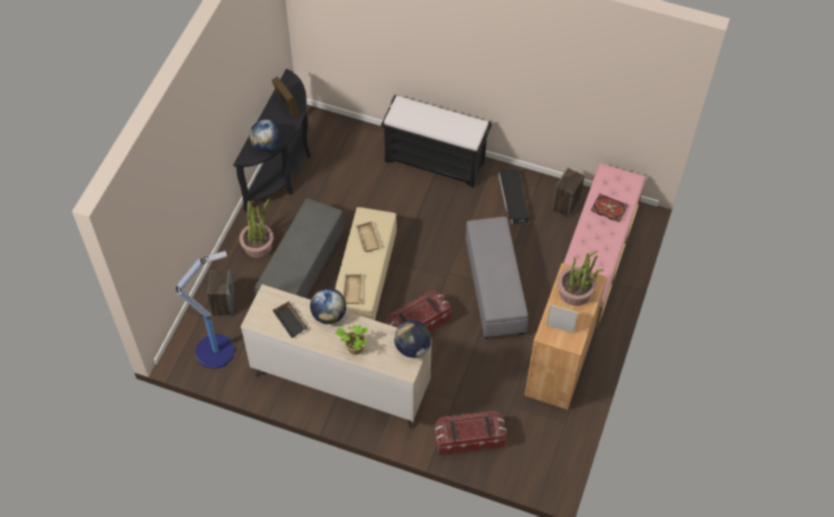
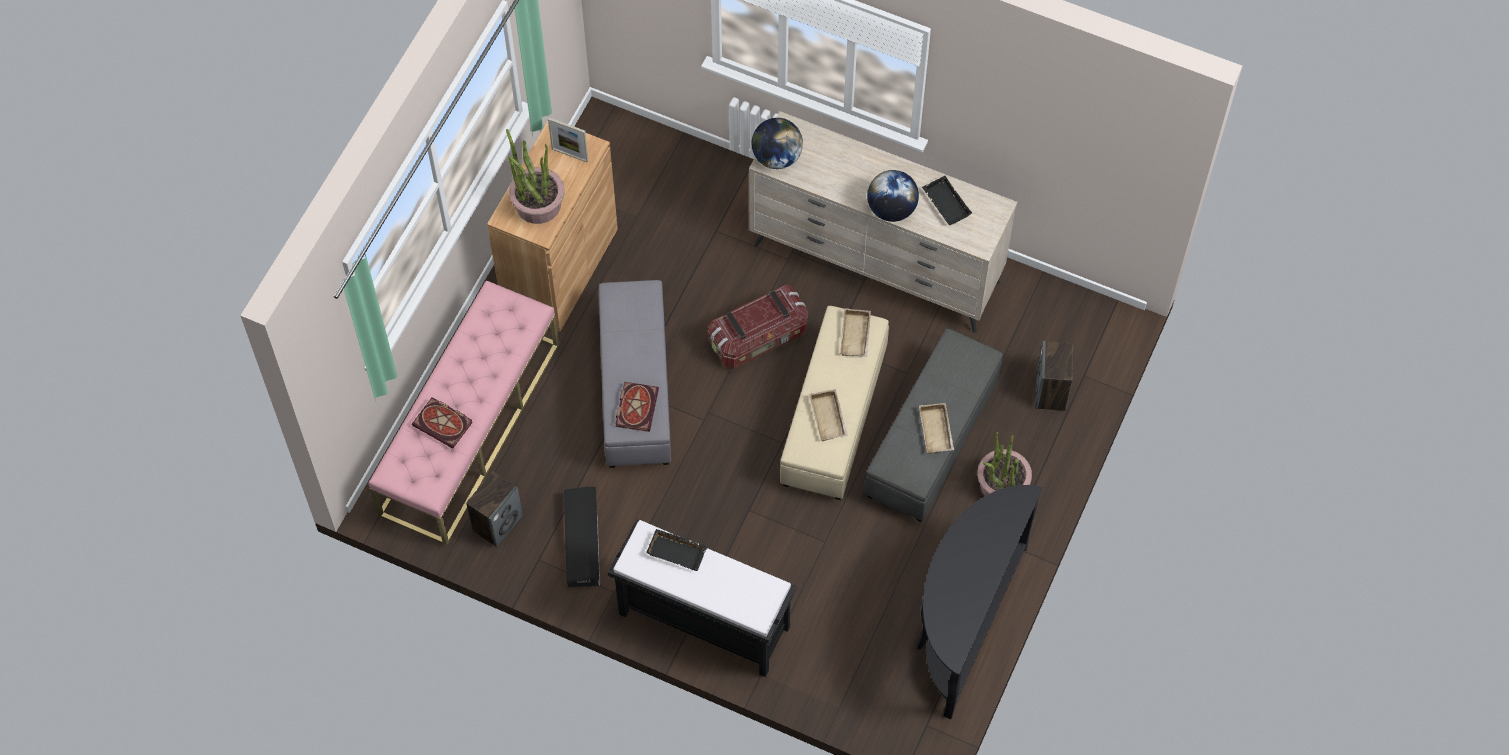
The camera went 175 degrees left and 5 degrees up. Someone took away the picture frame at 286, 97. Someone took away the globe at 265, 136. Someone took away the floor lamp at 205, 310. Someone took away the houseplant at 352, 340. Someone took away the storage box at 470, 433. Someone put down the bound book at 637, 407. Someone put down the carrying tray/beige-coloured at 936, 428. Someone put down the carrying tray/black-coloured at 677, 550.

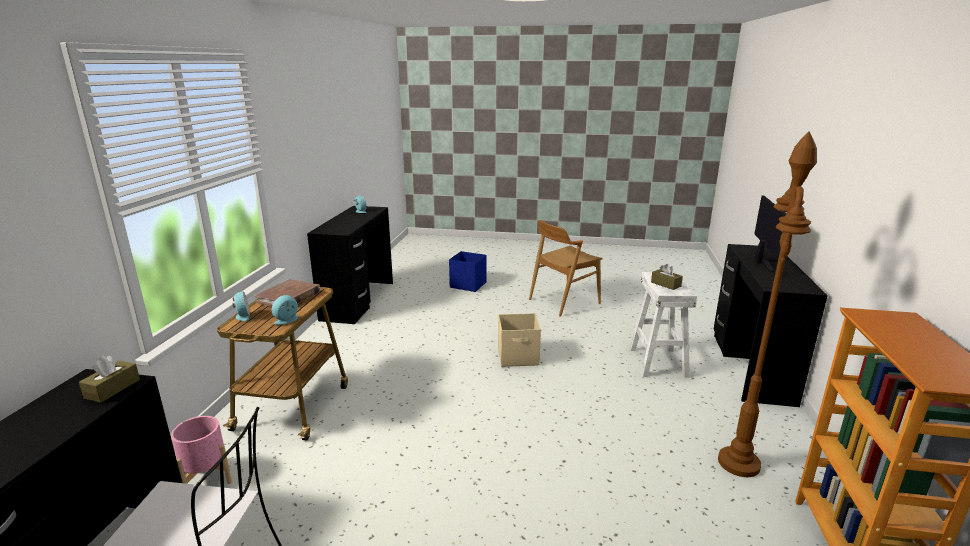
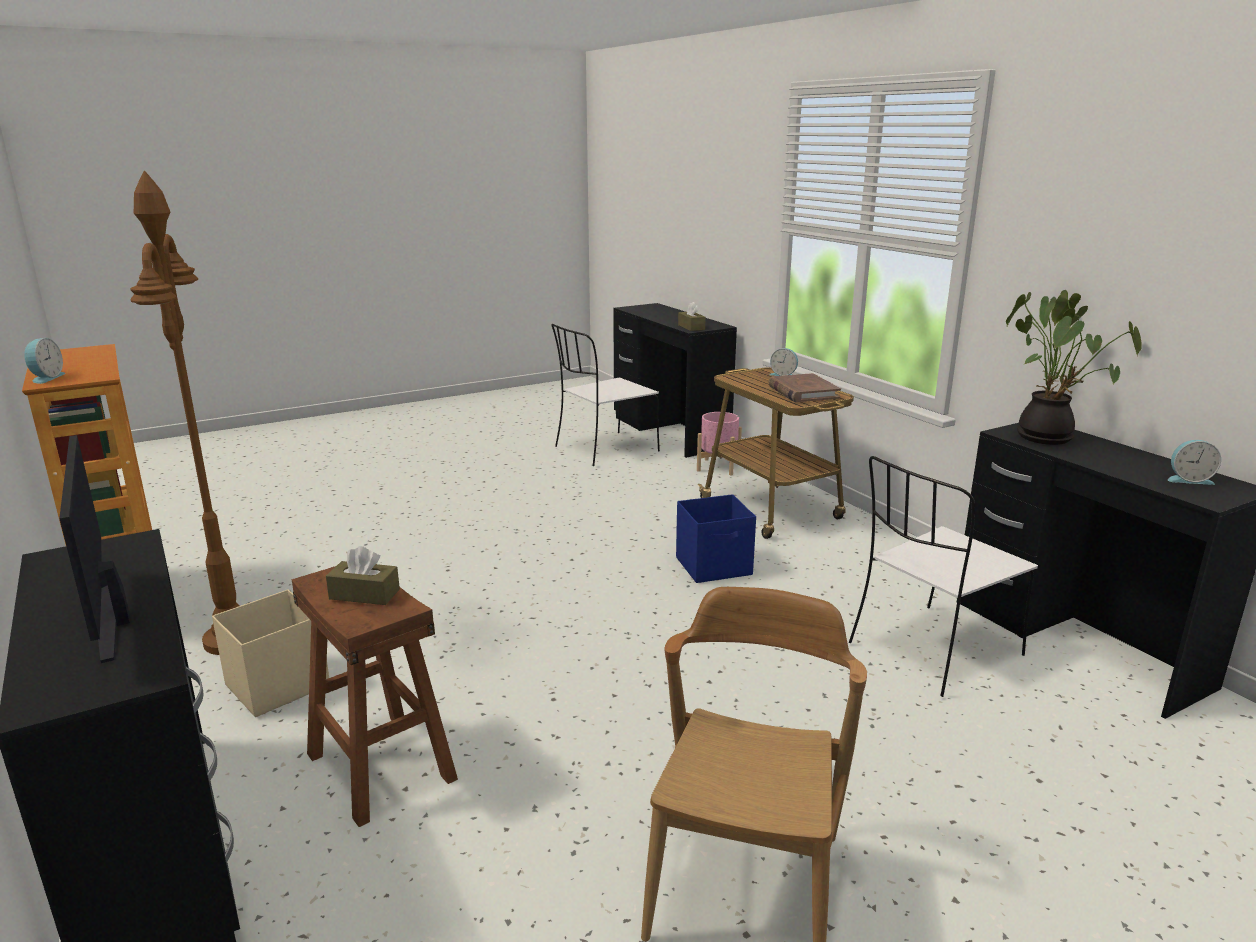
The camera went 140 degrees right and 0 degrees up. Someone carried the storage box/blue from 468, 271 to 716, 538. Someone repainted the stool/white-coloured at 663, 325, which became the stool/brown-coloured at 375, 696. Someone carried the table clock from 285, 310 to 45, 361. Someone carried the storage box/beige-coloured from 519, 340 to 270, 653. Someone put down the houseplant at 1074, 367. Someone put down the chair/white-coloured at 943, 576.

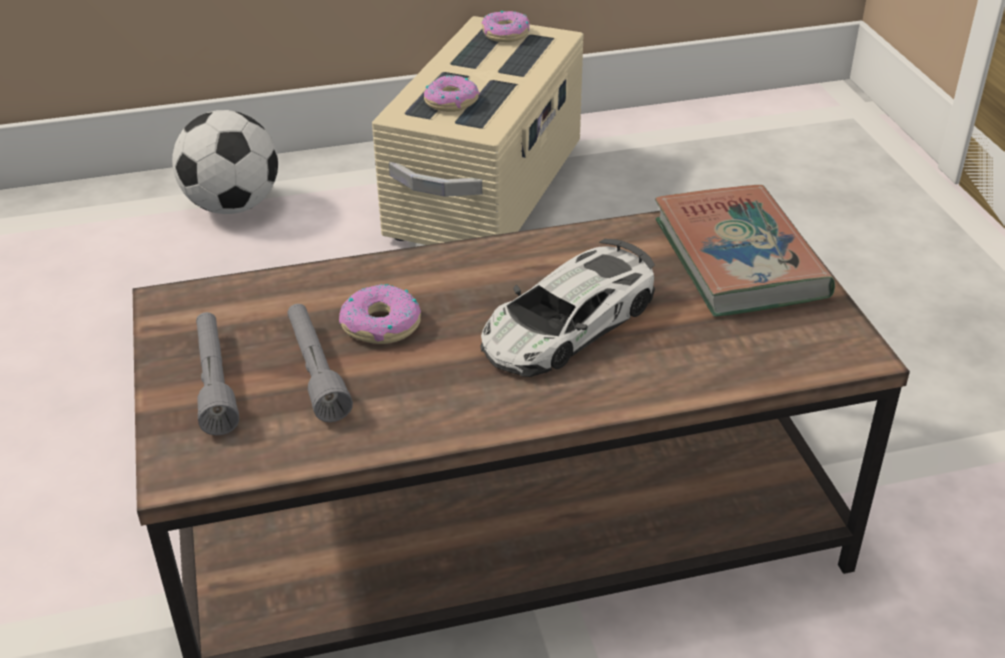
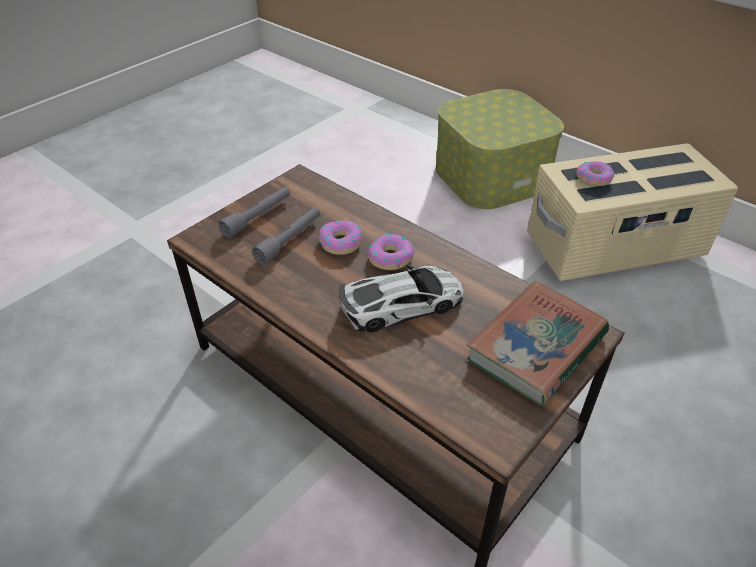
The camera went 55 degrees right and 5 degrees up. Someone carried the donut from 505, 26 to 391, 252. Someone swapped the football at 225, 162 for the storage box at 499, 149. Someone rotated the model car at 567, 308 by 150 degrees clockwise.

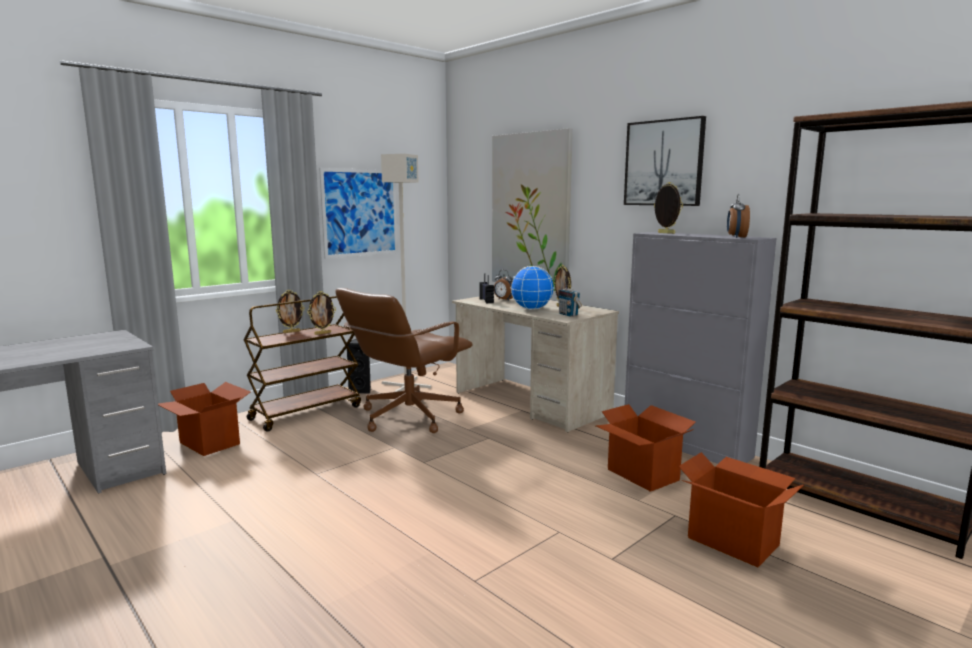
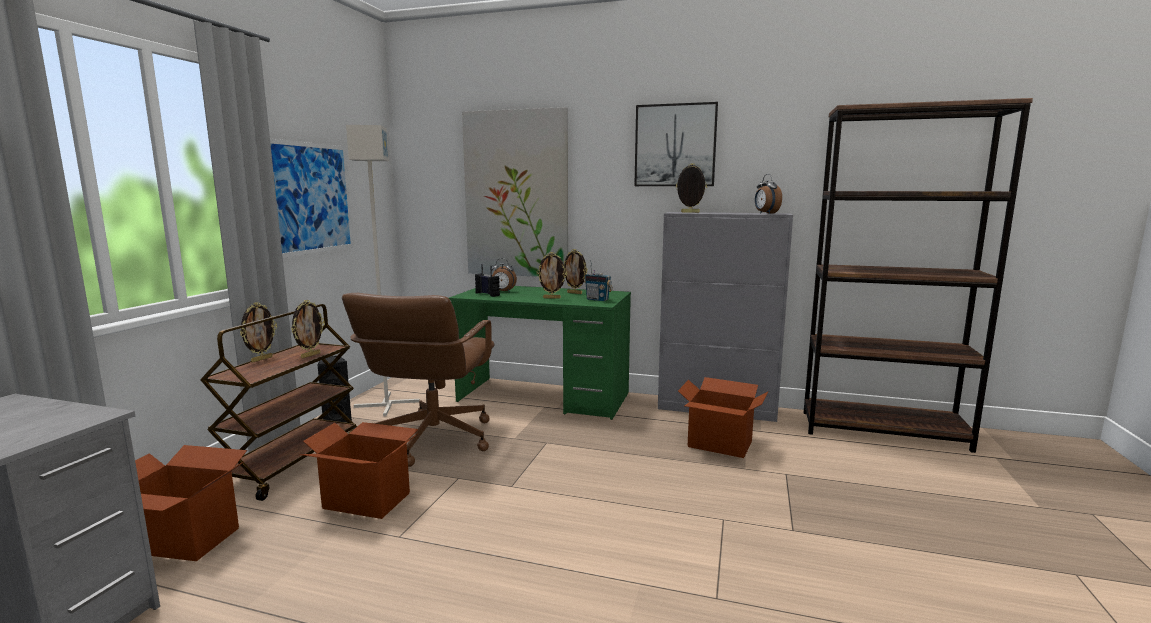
The camera went 30 degrees left and 0 degrees up. Someone swapped the globe at 532, 288 for the picture frame at 552, 275. Someone repainted the desk table/beige-coloured at 535, 363, which became the desk table/green at 540, 353. Someone carried the cardboard box from 741, 509 to 359, 470.

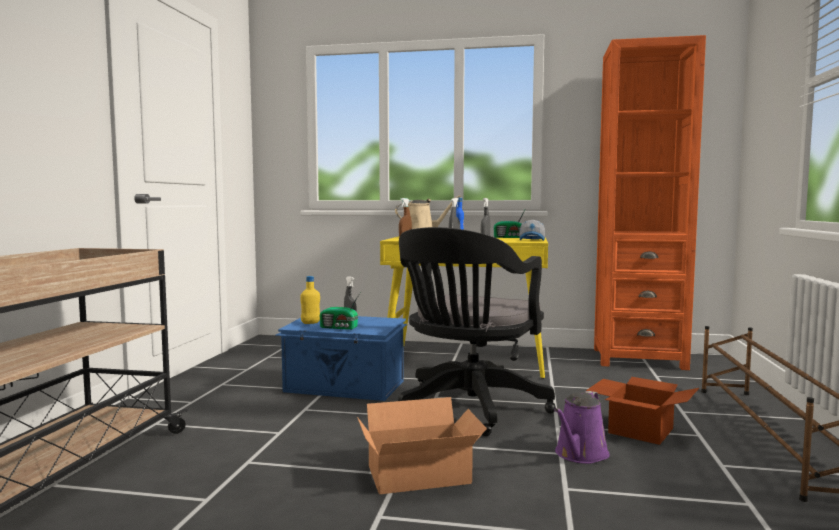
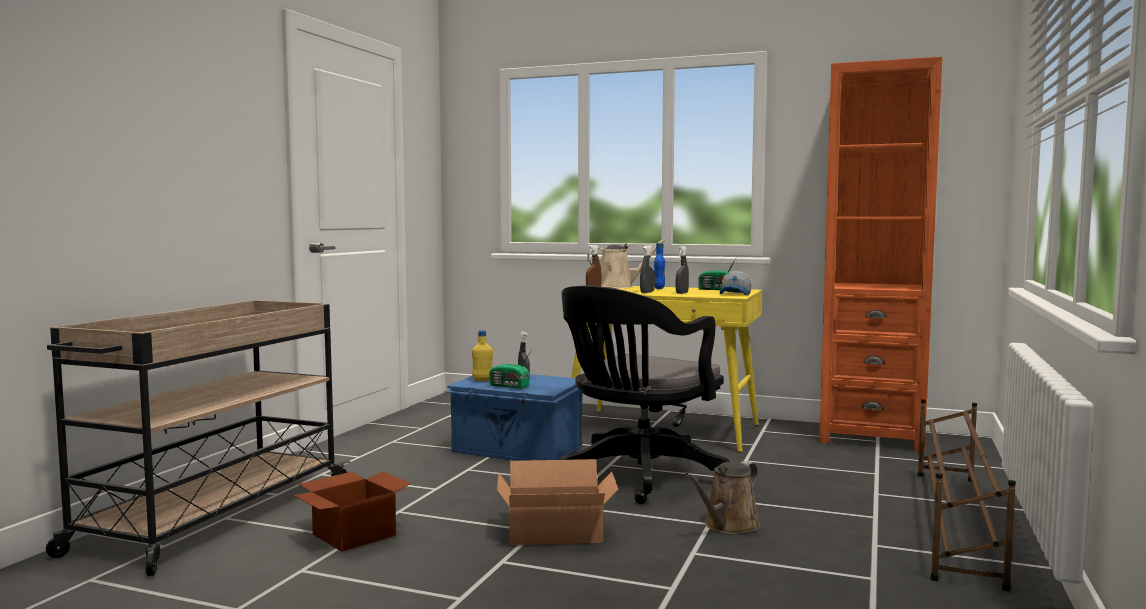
The camera went 10 degrees right and 0 degrees up. Someone carried the cardboard box from 642, 411 to 352, 511. Someone repainted the watering can/purple at 582, 427, which became the watering can/brown-coloured at 723, 497.

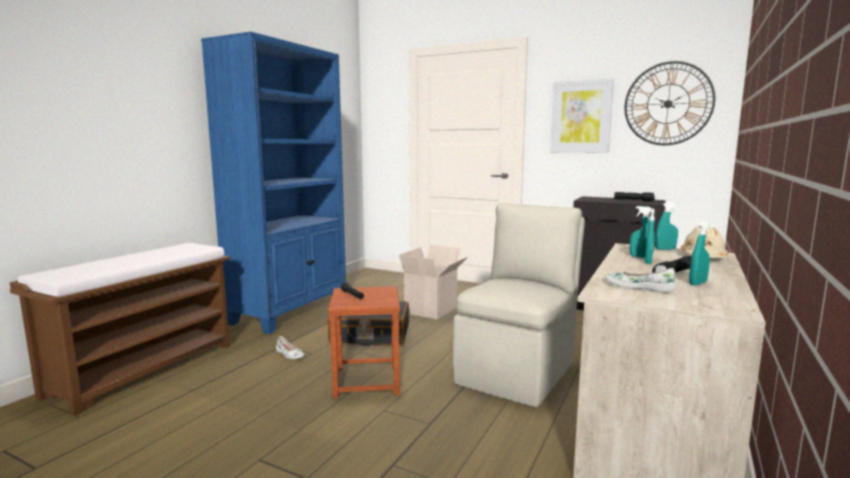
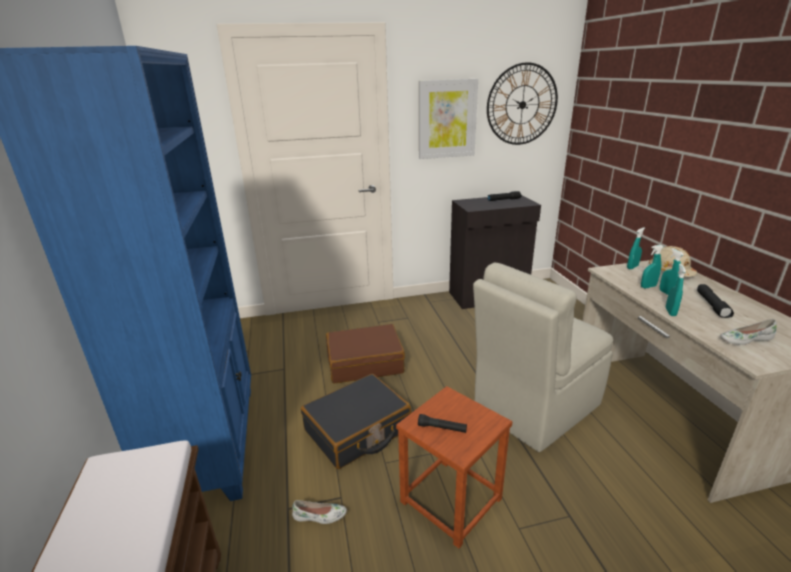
The camera went 40 degrees left and 15 degrees up. Someone rotated the chair/beige-coloured at 519, 305 by 120 degrees counterclockwise. Someone carried the hand sprayer/turquoise-coloured from 700, 253 to 676, 290. Someone swapped the cardboard box at 434, 282 for the piece of luggage/brown-coloured at 365, 354.

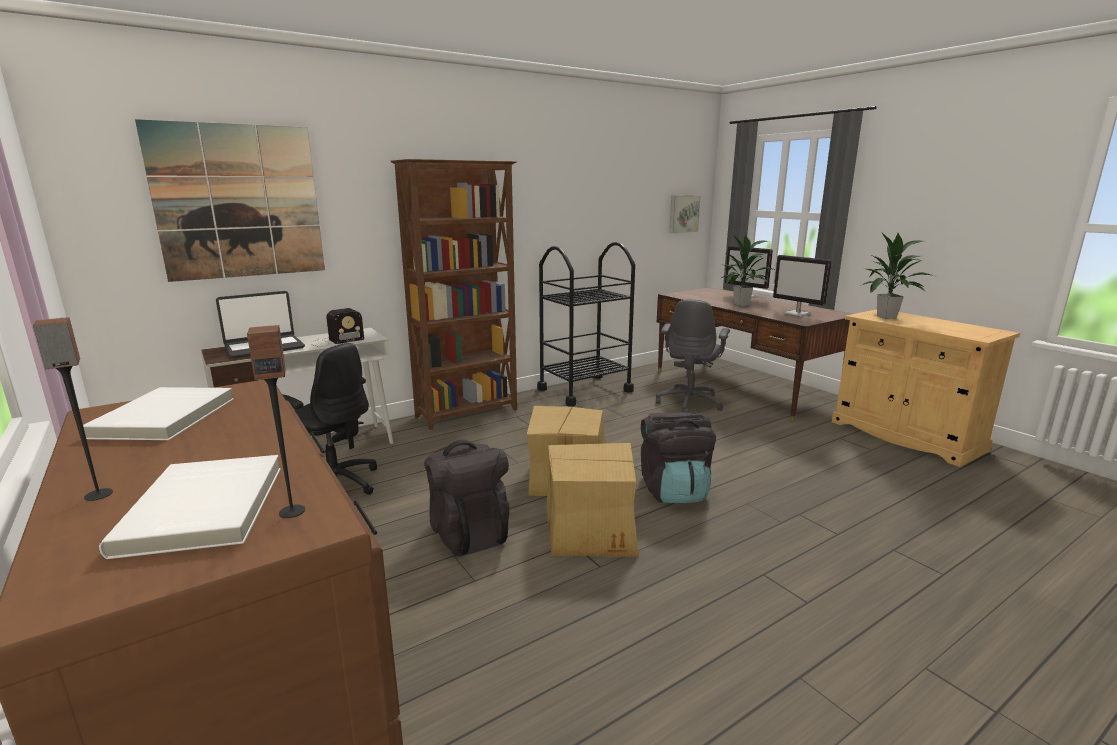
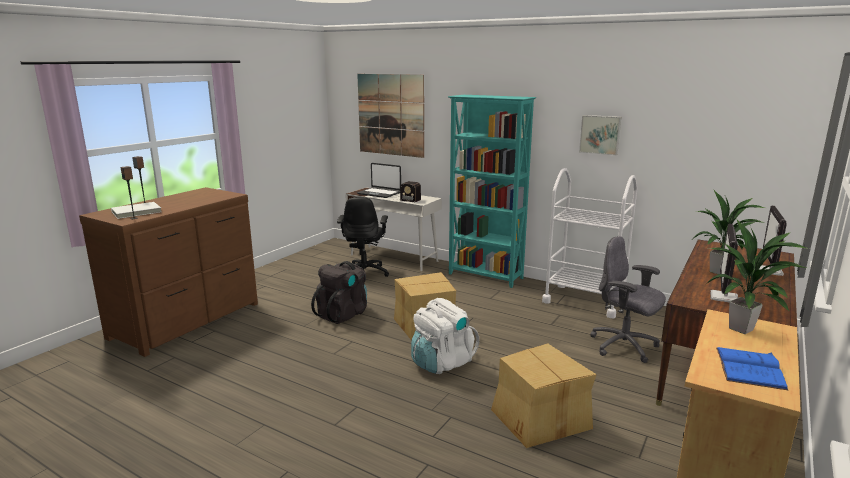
The camera went 65 degrees right and 0 degrees up. Someone repainted the bookshelf/brown-coloured at 454, 294, which became the bookshelf/turquoise-coloured at 492, 191. Someone carried the wall picture from 685, 214 to 600, 135. Someone repainted the trolley/black-coloured at 586, 324, which became the trolley/white-coloured at 590, 243. Someone rotated the computer chair/gray at 693, 356 by 45 degrees clockwise. Someone took away the bound book/white-coloured at 158, 413. Someone repainted the knapsack/black-coloured at 678, 458, which became the knapsack/white-coloured at 445, 336. Someone carried the cardboard box from 592, 500 to 544, 396. Someone put down the bound book/blue at 752, 368.

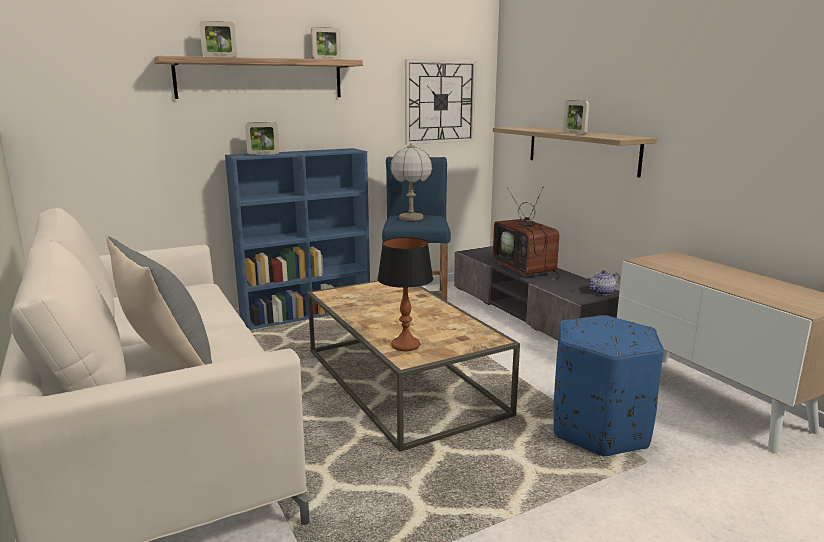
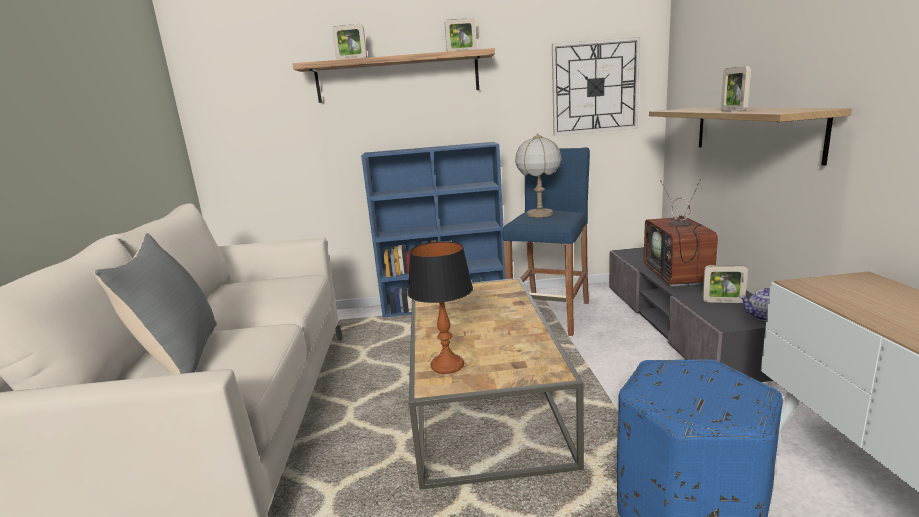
The camera went 25 degrees right and 0 degrees up. Someone carried the picture frame from 262, 138 to 725, 284.

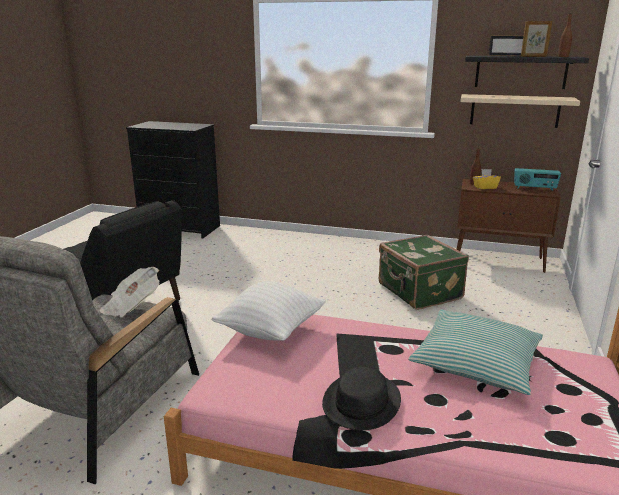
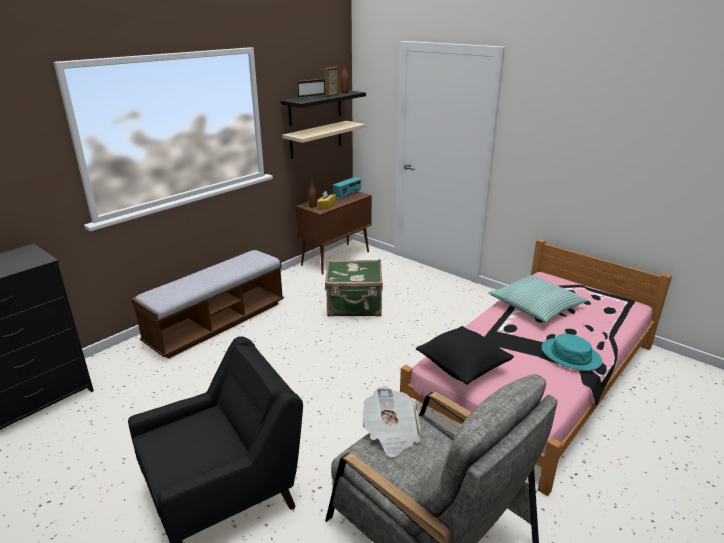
The camera went 65 degrees left and 5 degrees up. Someone repainted the cushion/white-coloured at 269, 311, which became the cushion/black-coloured at 465, 355. Someone repainted the wearable hat/black-coloured at 361, 398, which became the wearable hat/turquoise-coloured at 572, 352. Someone put down the bench at 207, 304.

